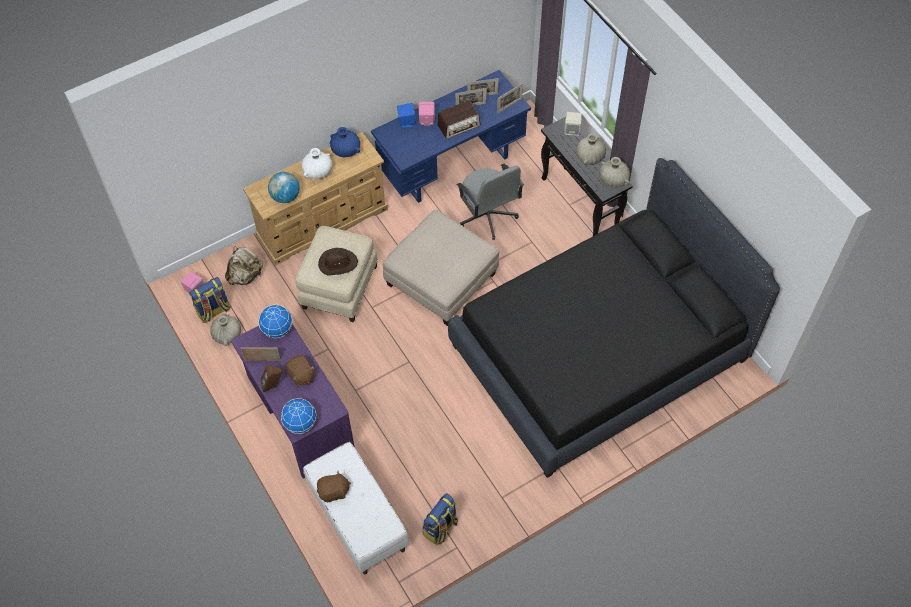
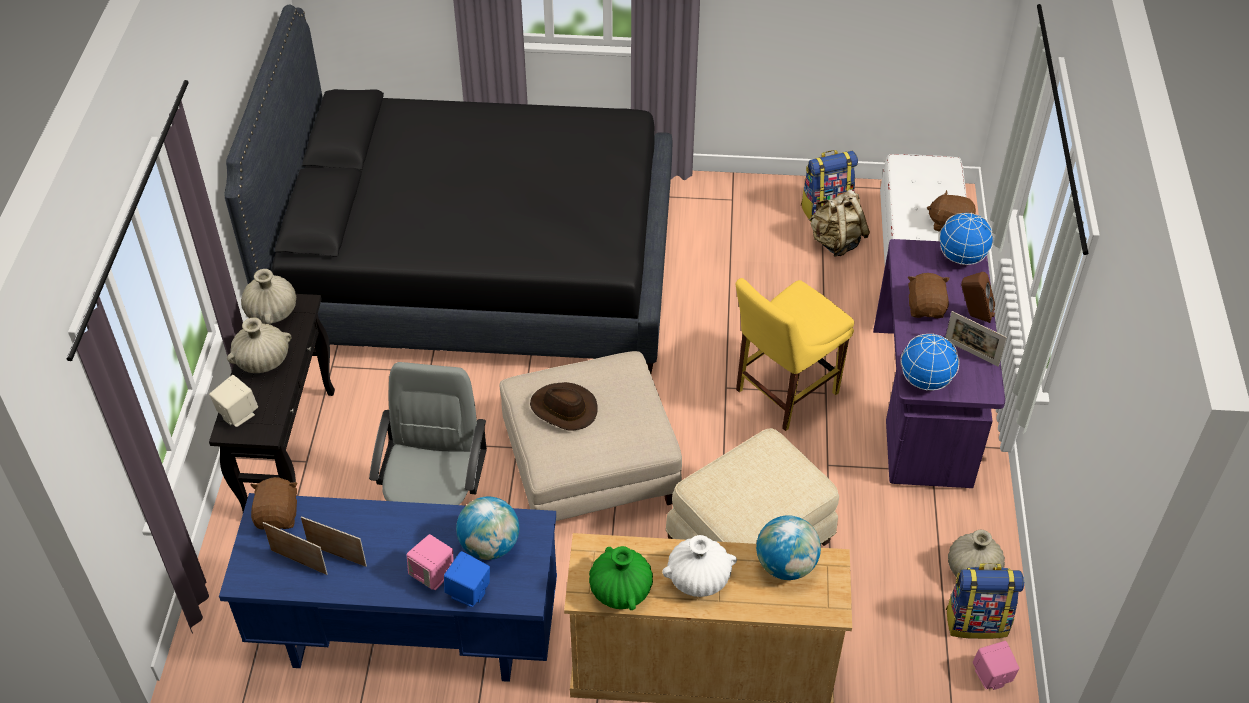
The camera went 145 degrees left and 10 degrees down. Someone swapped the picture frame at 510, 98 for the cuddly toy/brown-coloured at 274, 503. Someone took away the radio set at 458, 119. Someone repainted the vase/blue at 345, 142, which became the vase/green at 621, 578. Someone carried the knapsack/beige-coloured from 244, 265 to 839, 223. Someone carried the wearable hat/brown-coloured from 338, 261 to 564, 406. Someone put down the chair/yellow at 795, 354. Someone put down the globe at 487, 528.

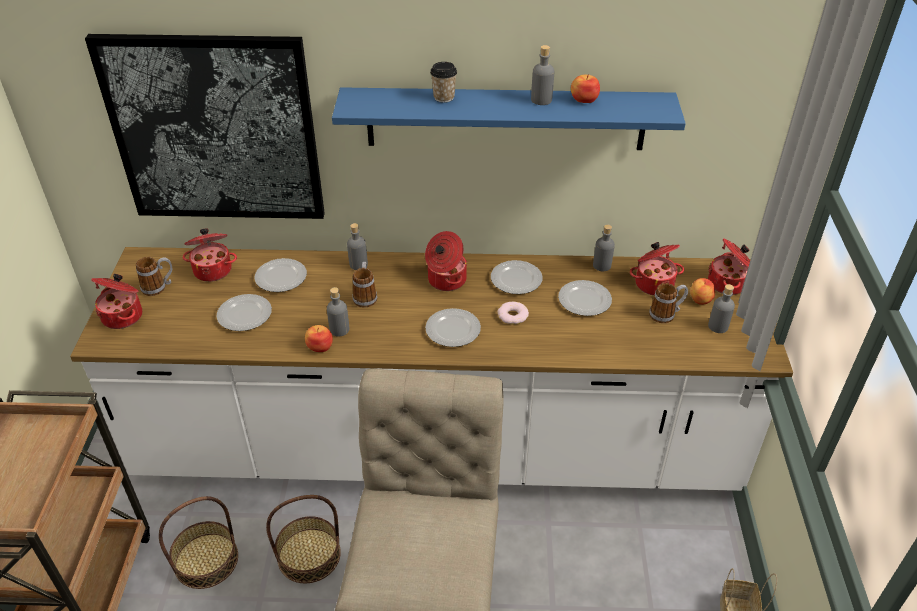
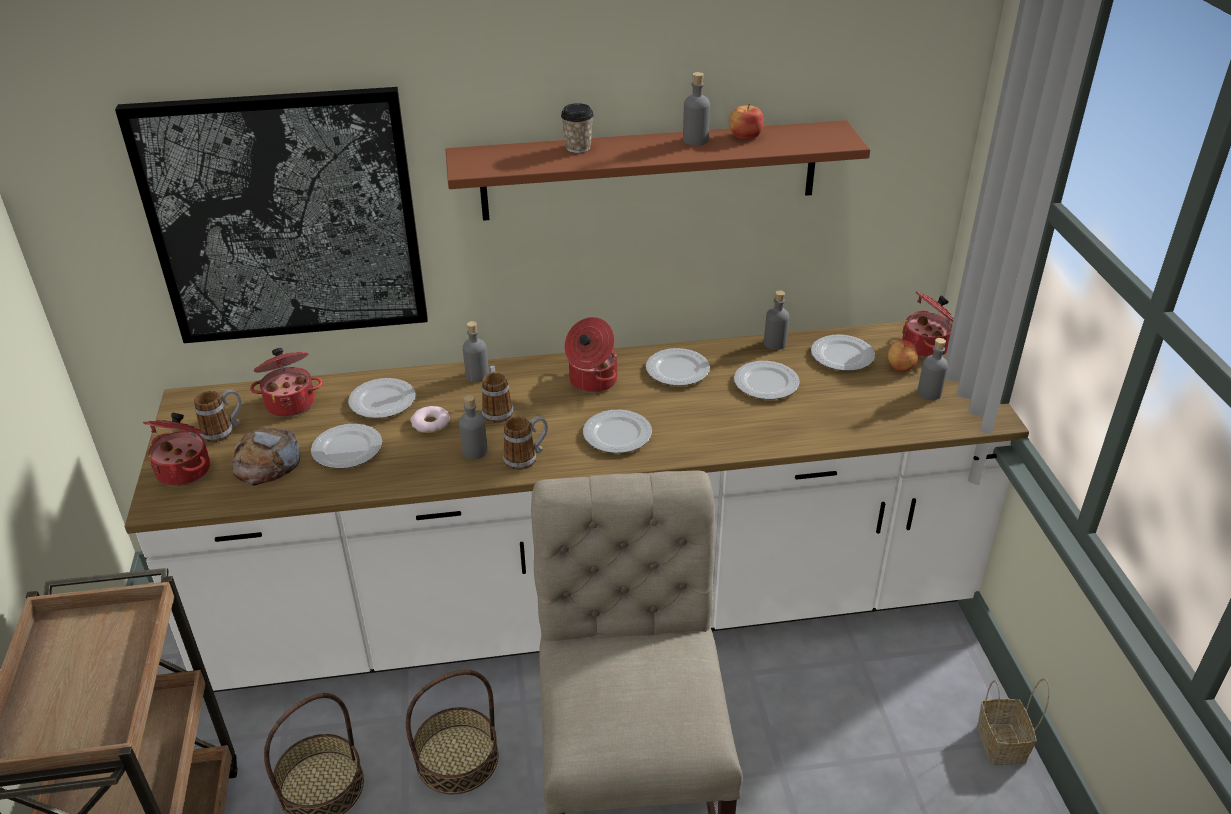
The camera went 10 degrees left and 5 degrees down. Someone repainted the bracket shelf/blue at 509, 118, which became the bracket shelf/brown-coloured at 658, 170. Someone swapped the cooking pot at 657, 269 for the plate at 843, 353. Someone carried the coffee mug from 668, 303 to 525, 443. Someone carried the donut from 513, 313 to 430, 419. Someone took away the whole apple at 319, 338. Someone put down the baked bread at 266, 456.

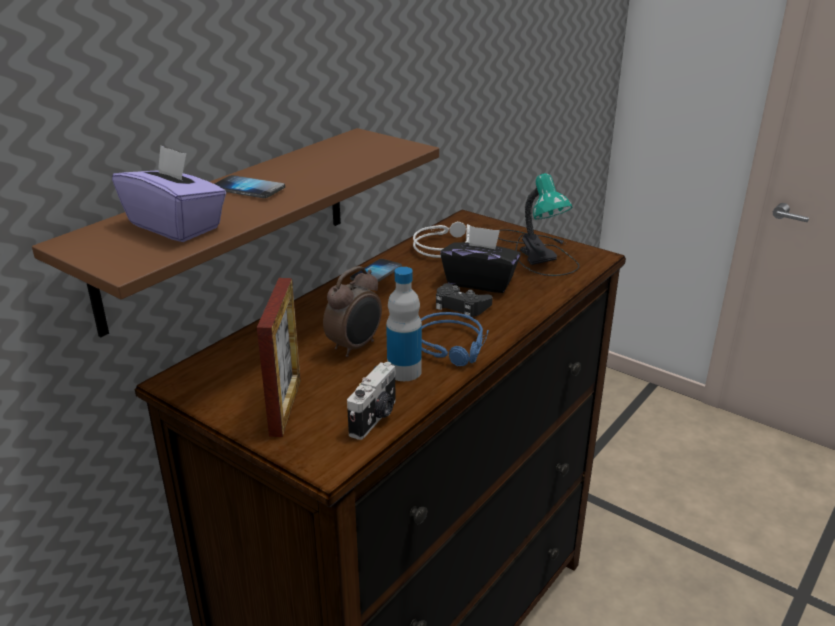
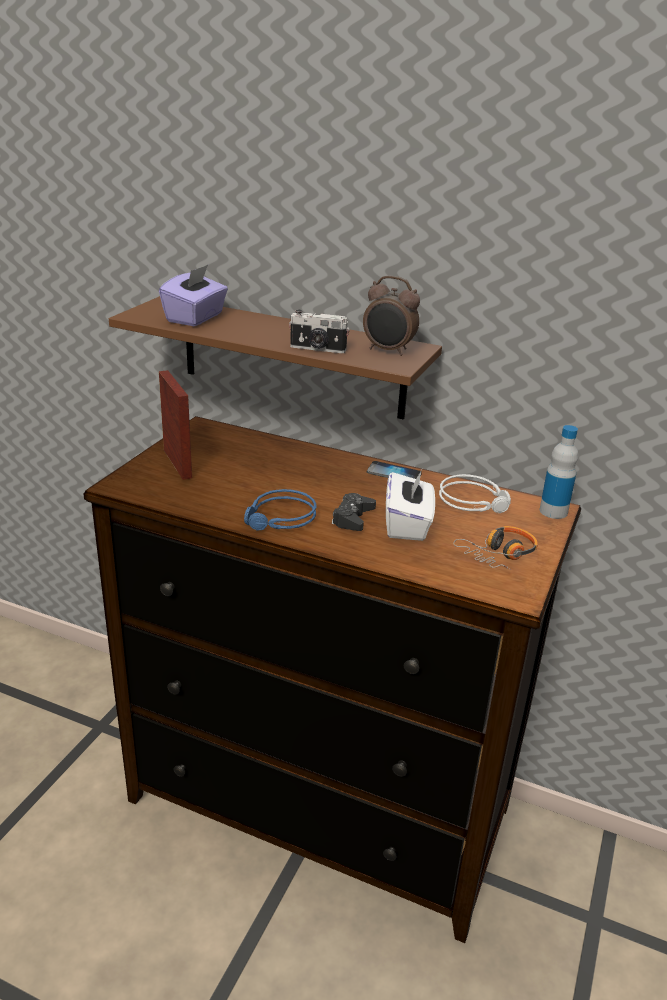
The camera went 75 degrees right and 0 degrees up. Someone swapped the lamp for a table at 538, 224 for the headset at 495, 548. Someone took away the phone at 250, 186. Someone repainted the tissue box/black-coloured at 480, 259, which became the tissue box/white-coloured at 410, 506. Someone carried the table clock from 352, 311 to 391, 316. Someone carried the drink bottle from 404, 324 to 559, 472. Someone rotated the picture frame at 279, 357 by 105 degrees counterclockwise. Someone carried the still camera from 371, 401 to 319, 331.

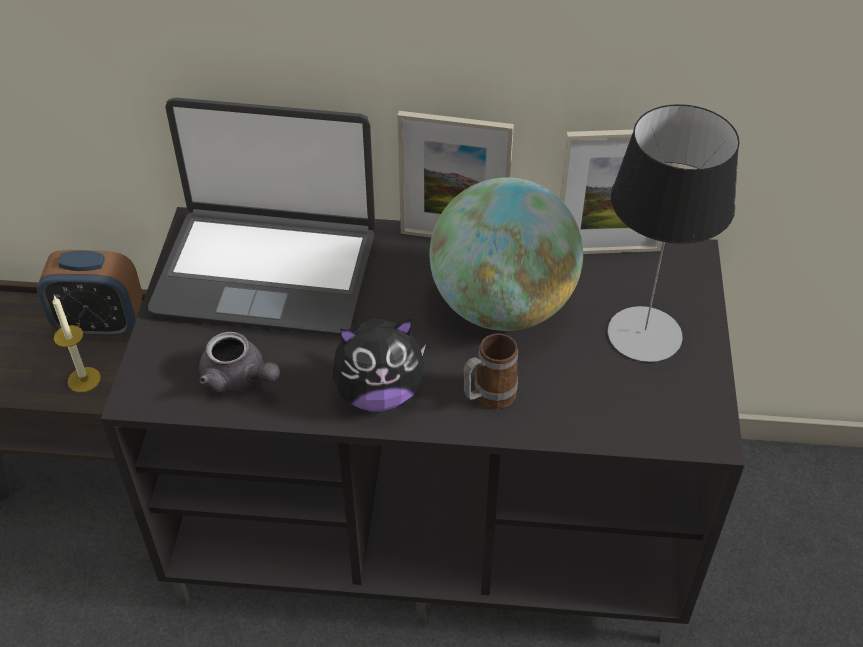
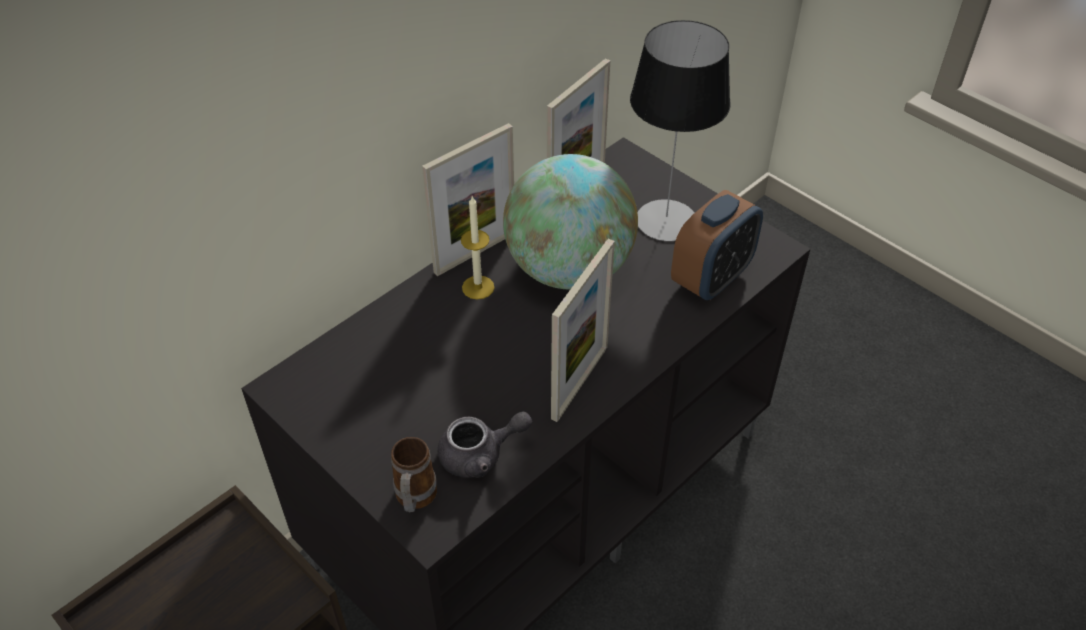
The camera went 50 degrees left and 0 degrees up. Someone took away the portable computer at 261, 217. Someone carried the table clock from 90, 293 to 717, 245. Someone carried the wax candle from 76, 344 to 477, 247. Someone swapped the cuddly toy at 379, 365 for the picture frame at 583, 330. Someone carried the coffee mug from 490, 371 to 414, 474.

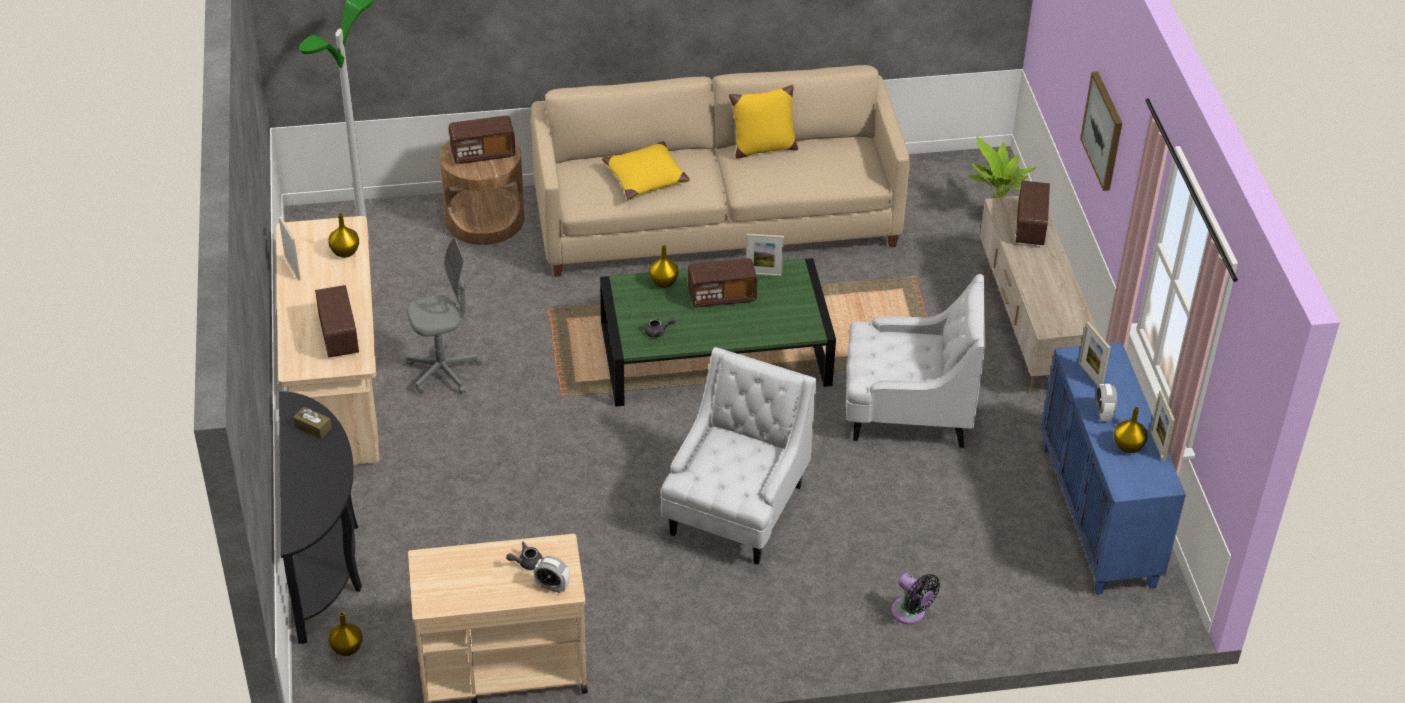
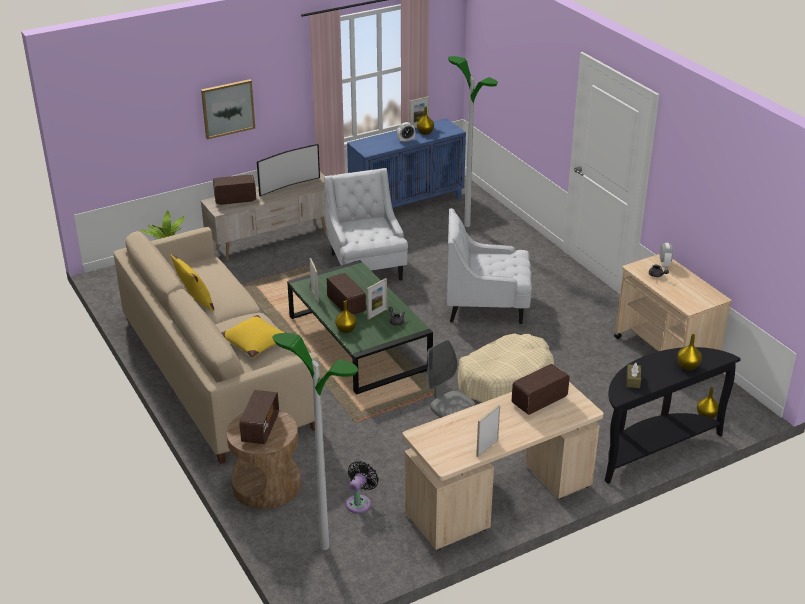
The camera went 110 degrees left and 10 degrees down. Someone rotated the radio set at 482, 139 by 45 degrees clockwise. Someone carried the vase/yellow from 343, 235 to 689, 352. Someone carried the picture frame from 1095, 354 to 377, 299. Someone carried the fan/black-coloured from 915, 598 to 362, 487. Someone put down the floor lamp at 473, 141. Someone put down the TV set at 288, 170. Someone put down the pet bed/beige-coloured at 505, 368.

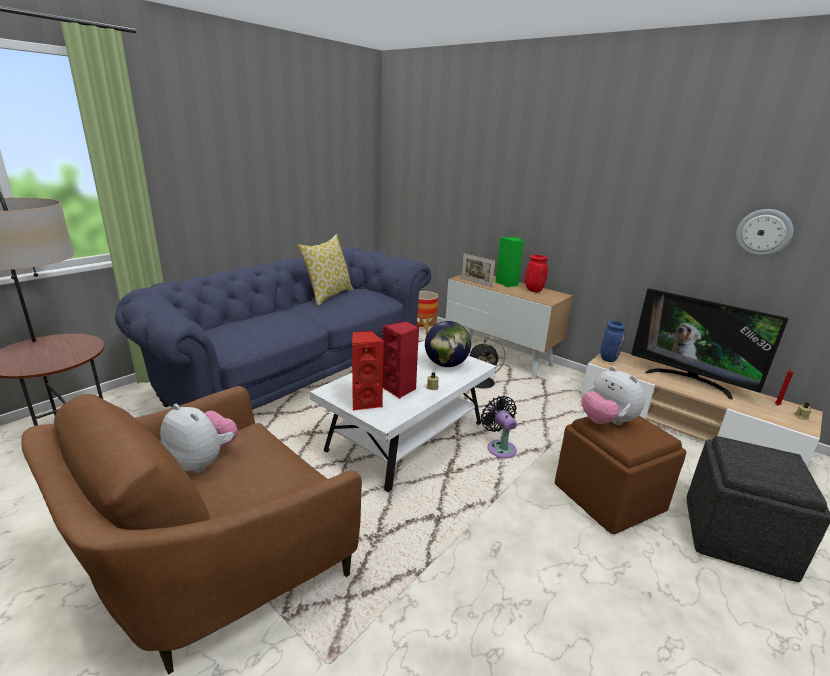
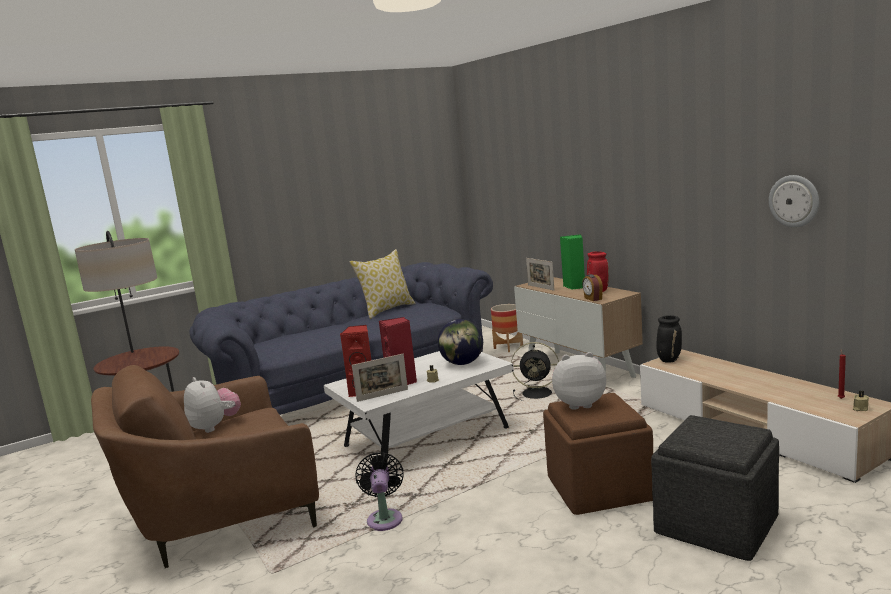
The camera went 20 degrees right and 10 degrees down. Someone took away the TV set at 710, 344. Someone repainted the vase/blue at 613, 341, which became the vase/black-coloured at 669, 338. Someone rotated the cuddly toy at 613, 395 by 105 degrees clockwise. Someone carried the fan/black-coloured from 499, 427 to 379, 491. Someone put down the table clock at 592, 287. Someone put down the picture frame at 380, 378.

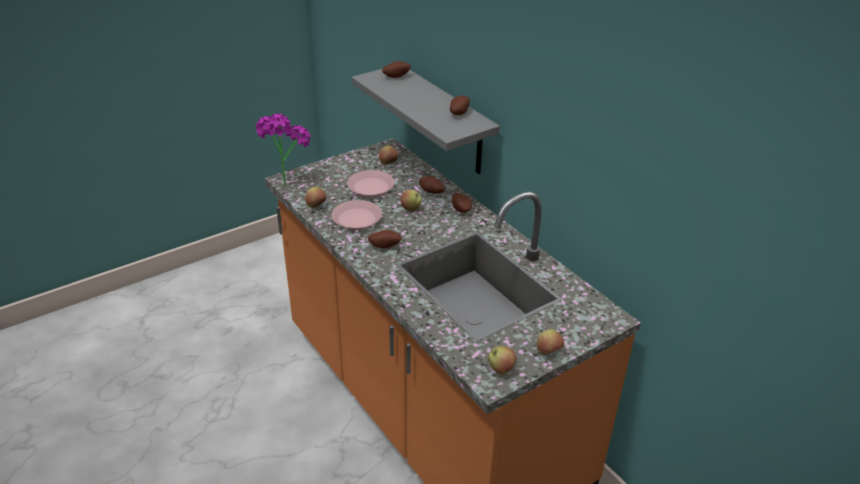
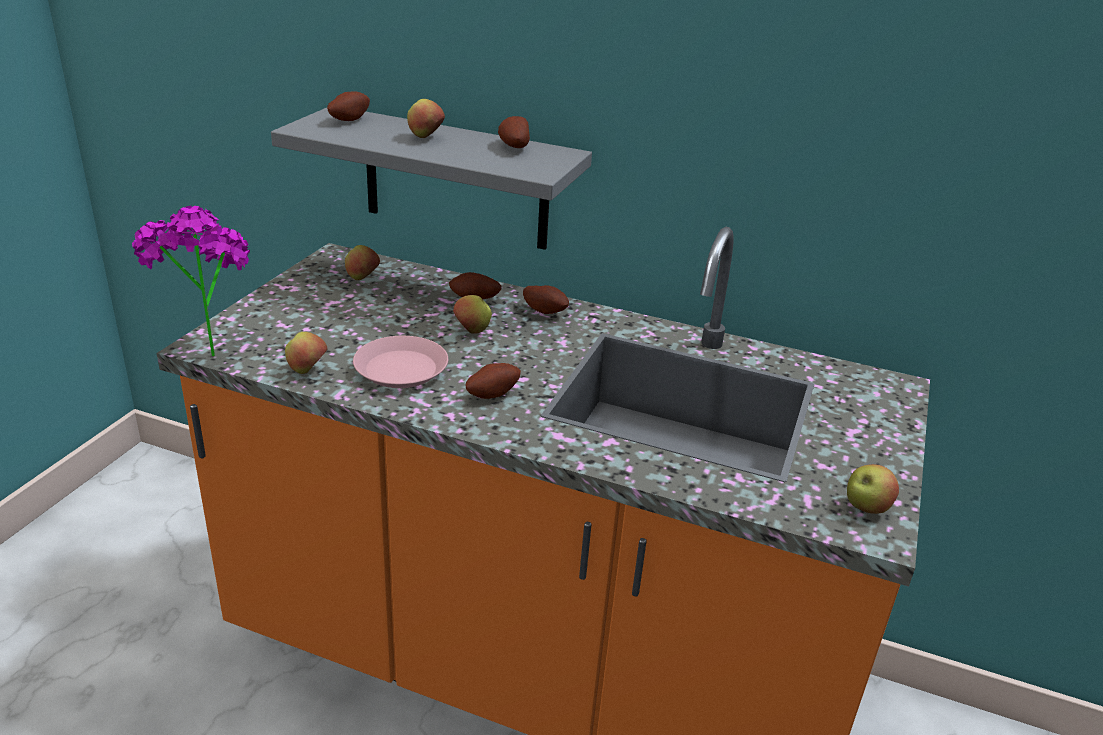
The camera went 35 degrees left and 5 degrees down. Someone took away the plate/pink-coloured at 370, 183. Someone carried the whole apple from 550, 342 to 426, 118.

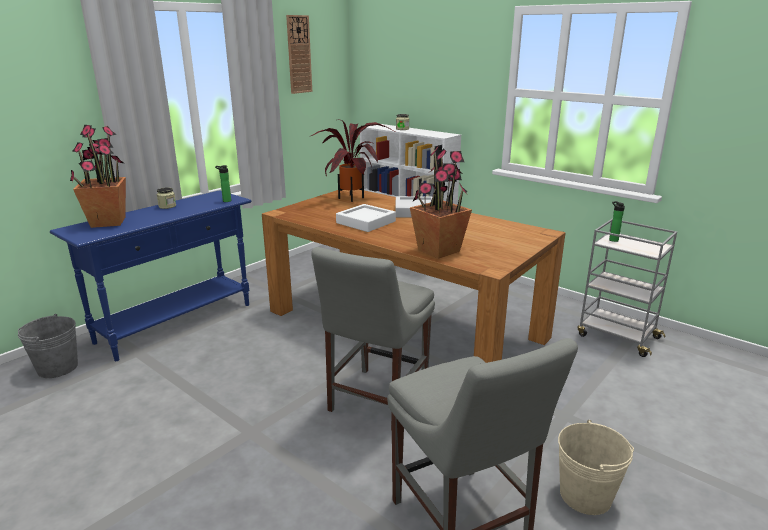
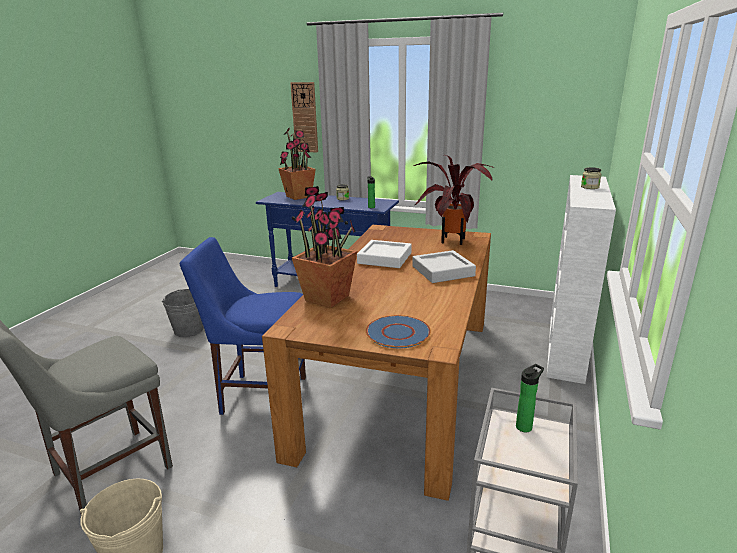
The camera went 70 degrees right and 0 degrees up. Someone carried the wall clock from 299, 54 to 304, 117. Someone repainted the chair/gray at 373, 339, which became the chair/blue at 243, 326. Someone carried the bucket/gray from 48, 346 to 183, 313. Someone put down the plate/blue at 398, 331.

